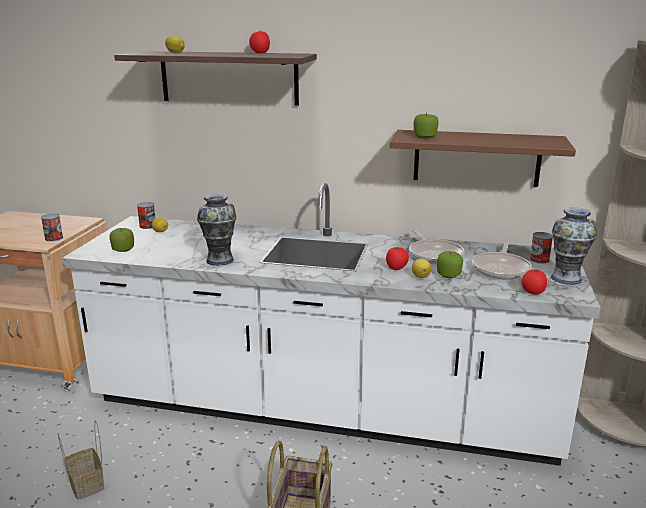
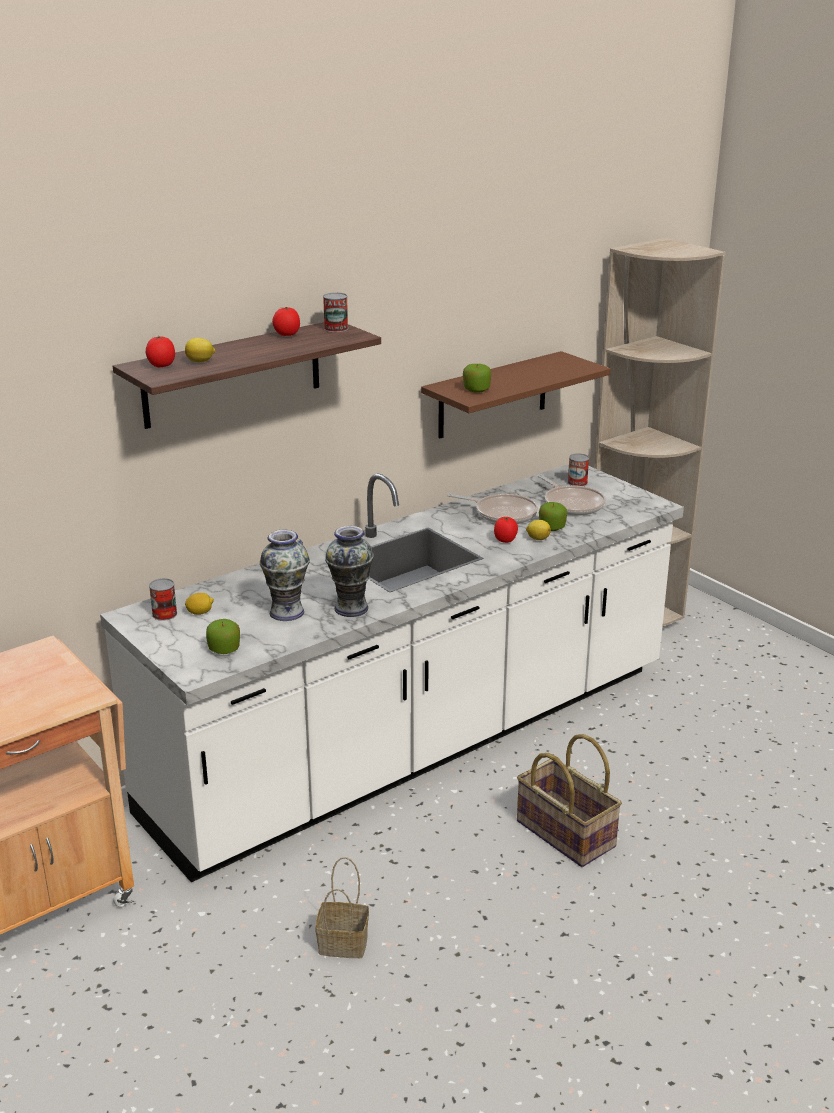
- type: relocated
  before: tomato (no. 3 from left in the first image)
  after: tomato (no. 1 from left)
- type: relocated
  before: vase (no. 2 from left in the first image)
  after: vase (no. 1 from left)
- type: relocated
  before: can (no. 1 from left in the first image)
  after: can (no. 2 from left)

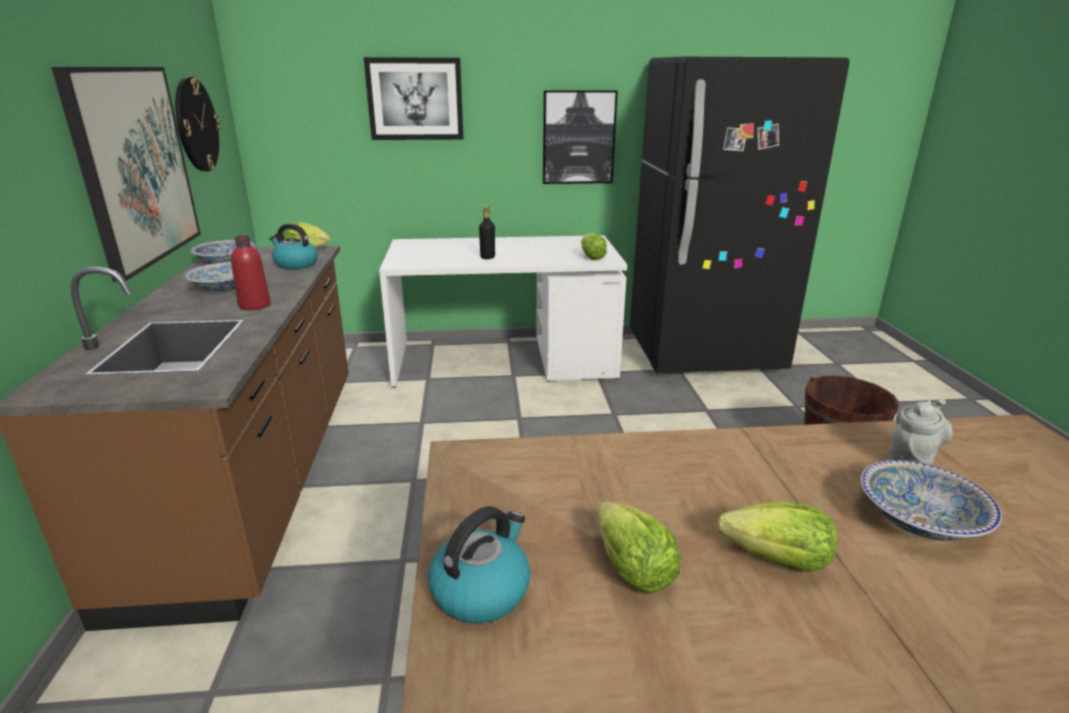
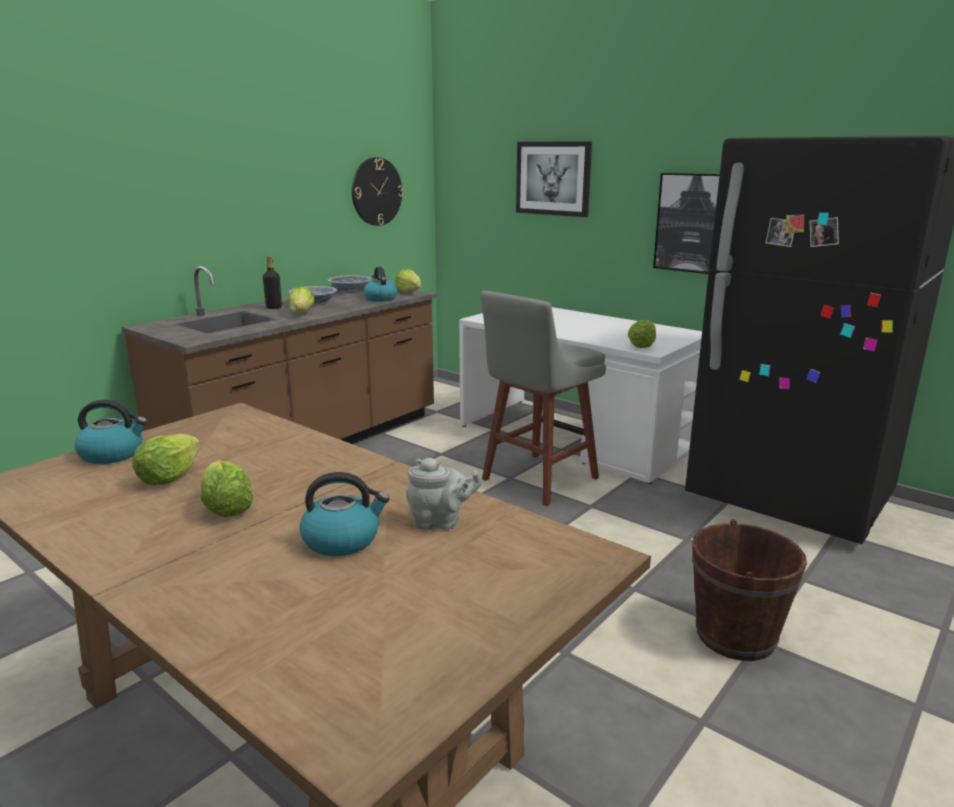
- type: relocated
  before: bottle (black)
- type: exchanged
  before: bottle (red)
  after: lettuce (no. 3 from left)
- type: exchanged
  before: bowl (no. 3 from left)
  after: kettle (no. 2 from left)
- type: appeared
  after: stool (grey)
- type: missing
  before: picture (no. 1 from left)

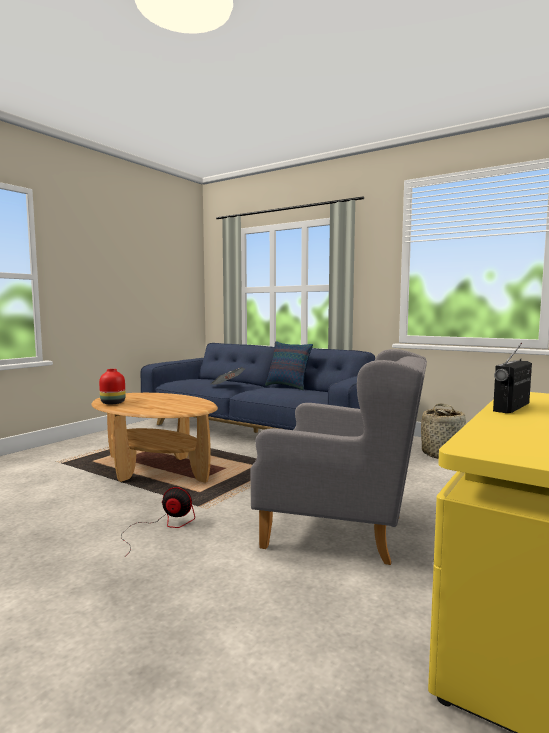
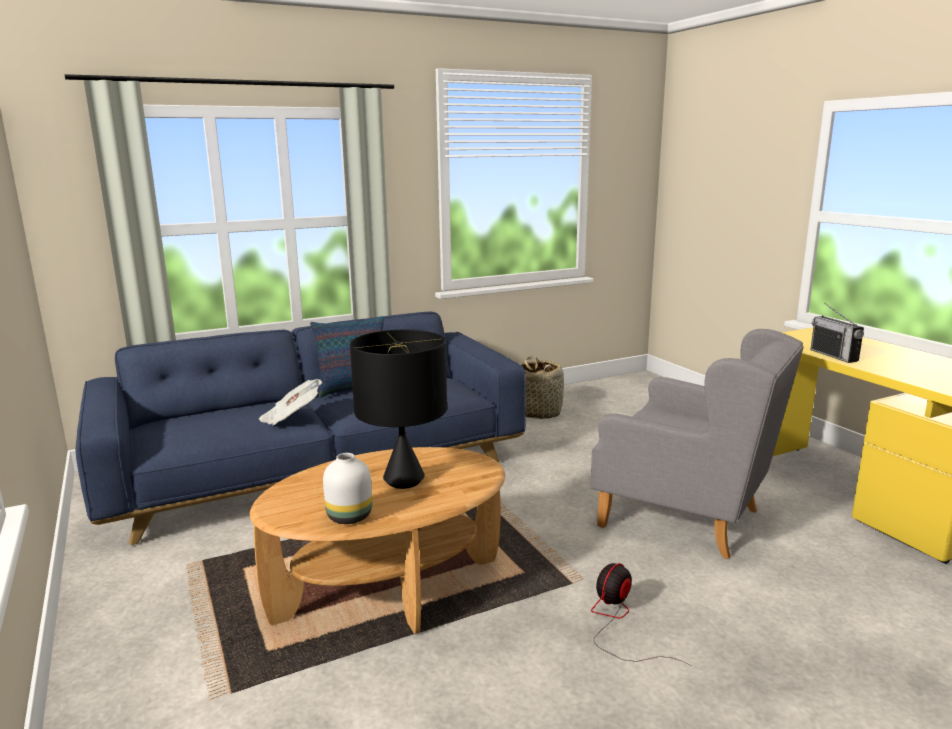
- type: colour
  before: vase (red)
  after: vase (white)
- type: appeared
  after: table lamp (black)
- type: spun
  before: armchair (grey)
  turn: 75

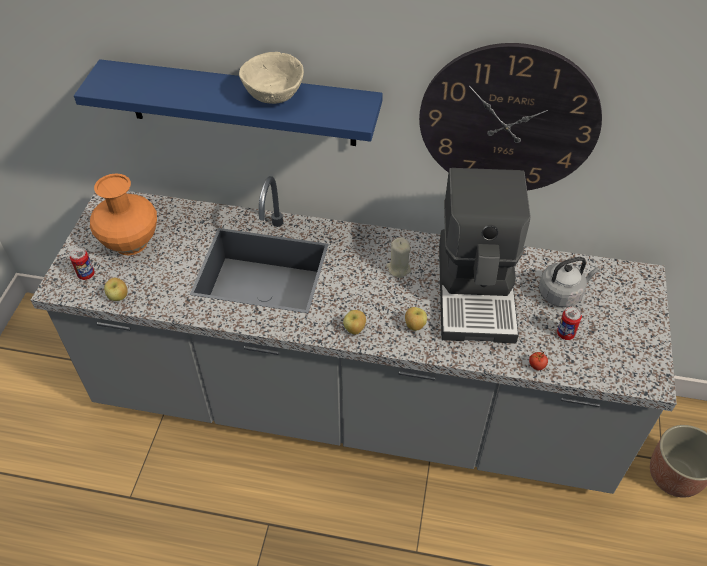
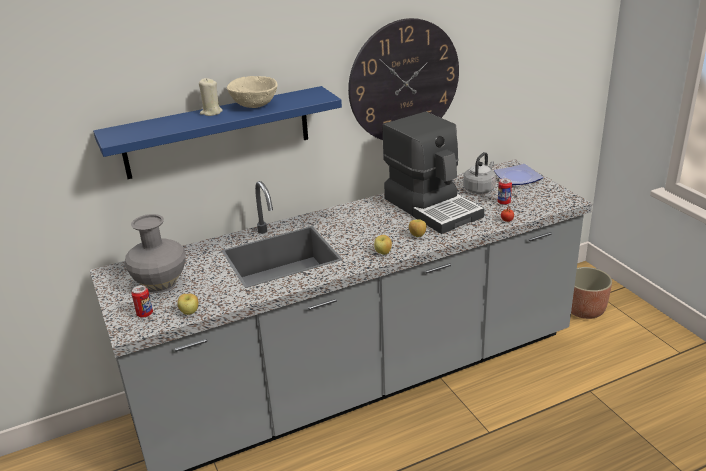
- type: colour
  before: vase (orange)
  after: vase (grey)
- type: relocated
  before: candle (beige)
- type: appeared
  after: plate

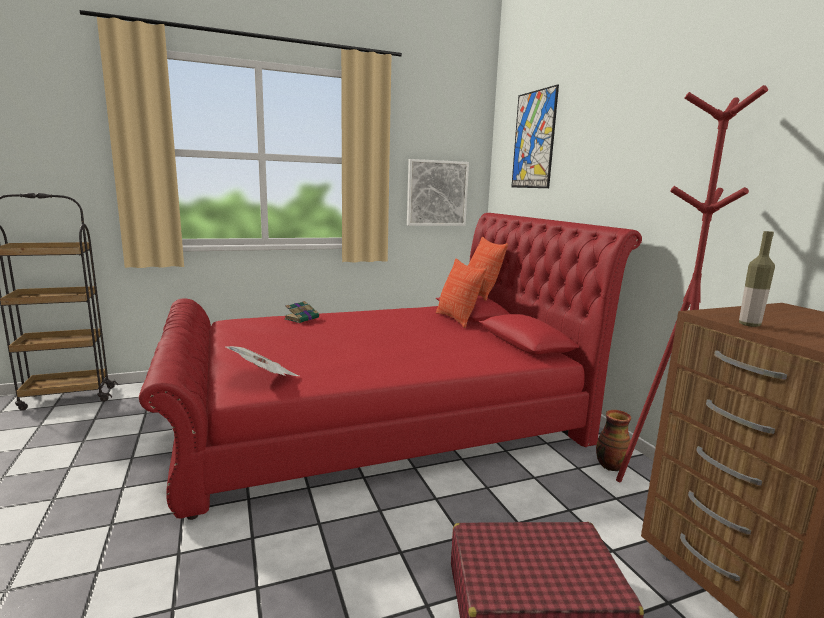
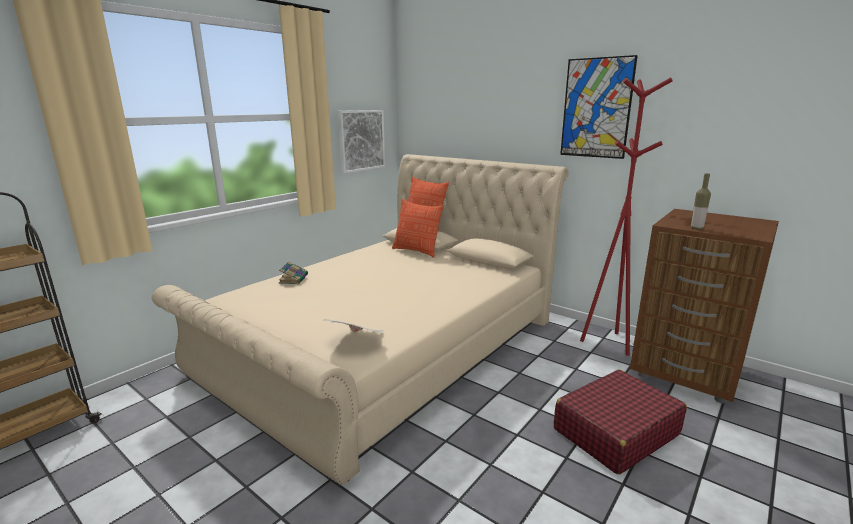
- type: colour
  before: bed (red)
  after: bed (beige)
- type: relocated
  before: picture (no. 2 from left)
- type: missing
  before: vase

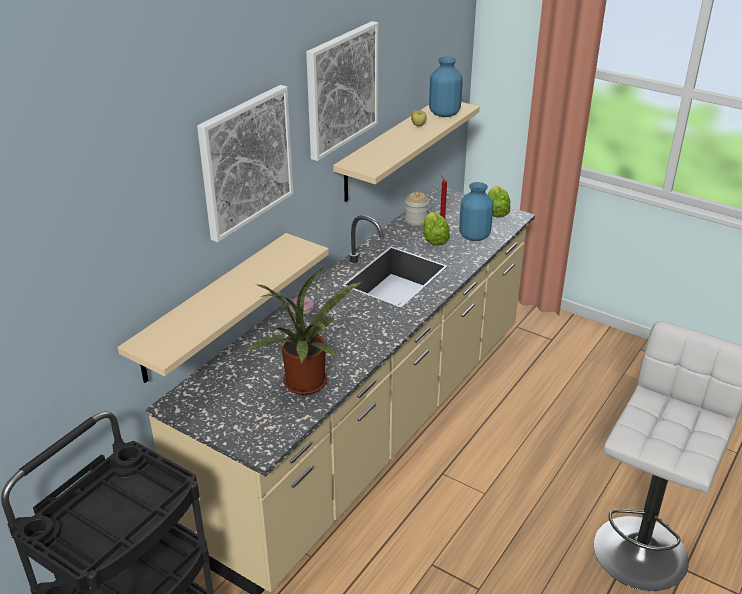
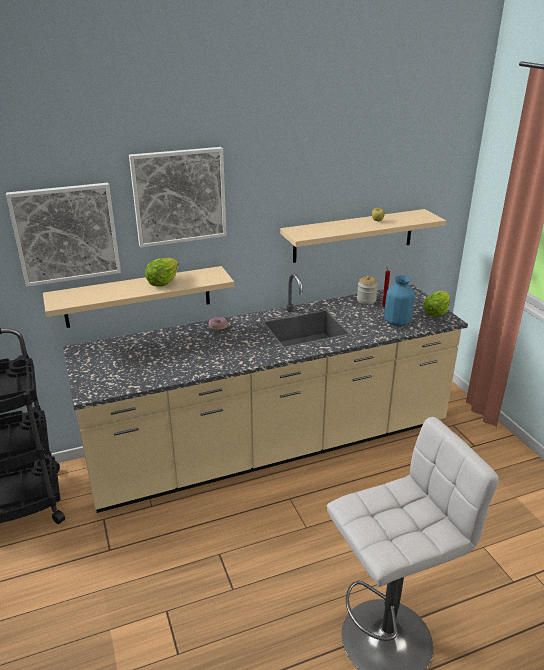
- type: relocated
  before: picture (no. 2 from left in the first image)
  after: picture (no. 1 from left)
- type: relocated
  before: lettuce (no. 1 from left)
- type: missing
  before: potted plant
- type: missing
  before: vase (blue) (no. 1 from left)

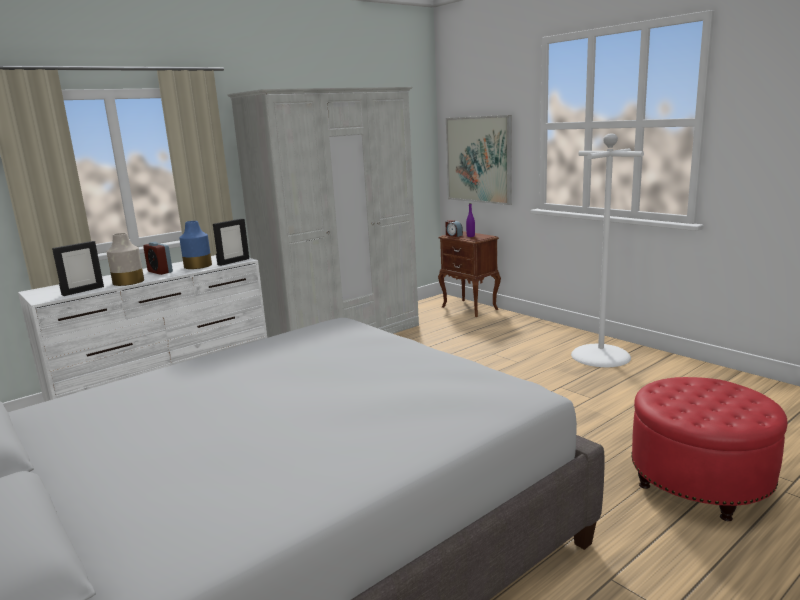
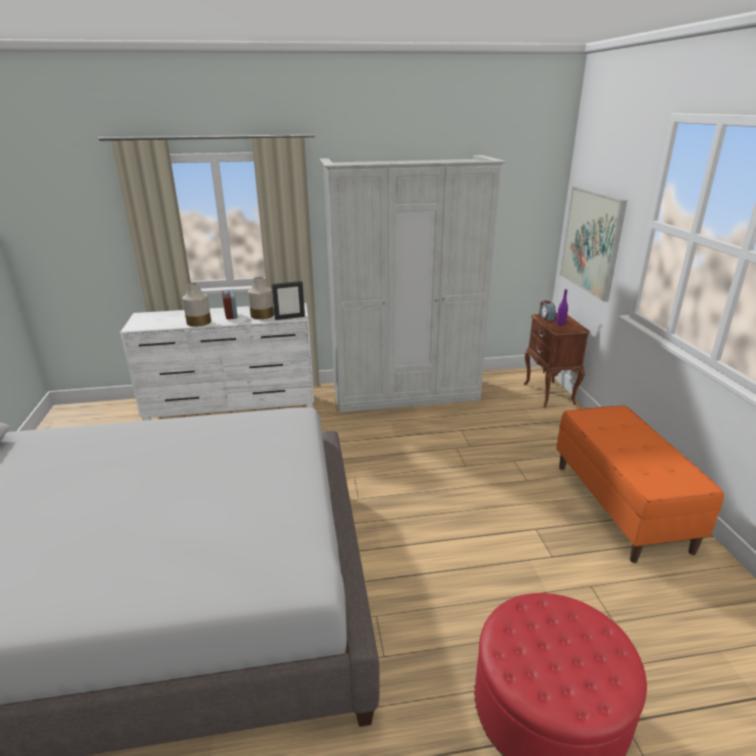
- type: colour
  before: vase (blue)
  after: vase (beige) (no. 2 from left)
- type: exchanged
  before: clothes rack (white)
  after: bench (orange)
- type: missing
  before: picture frame (no. 1 from left)

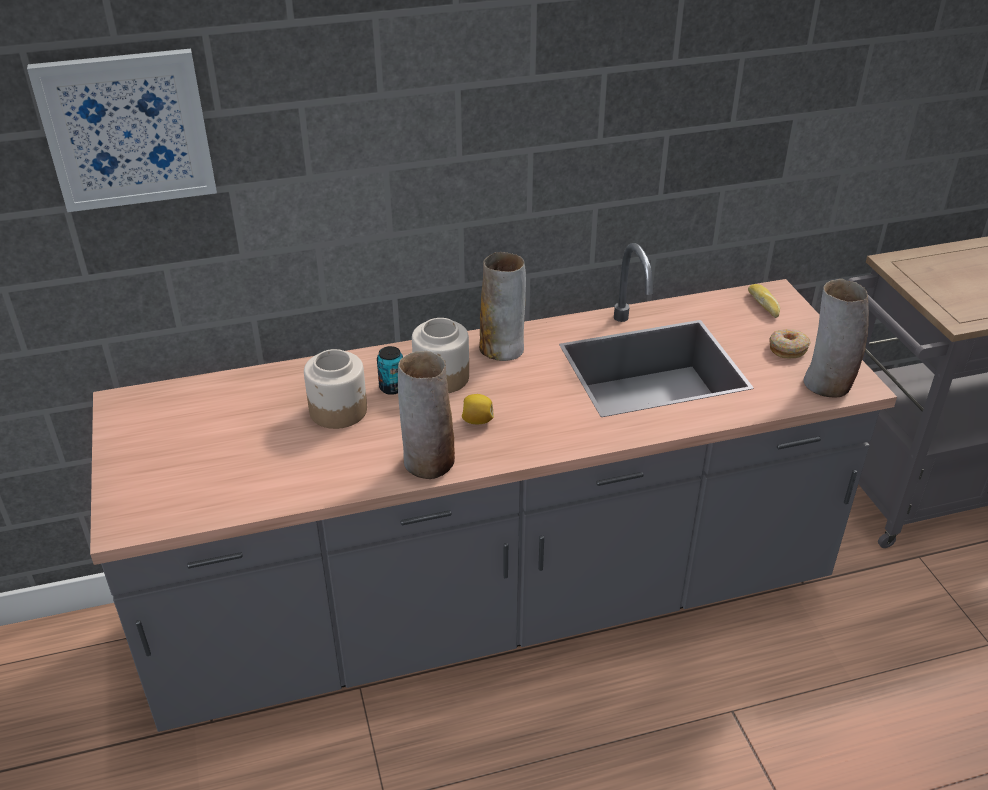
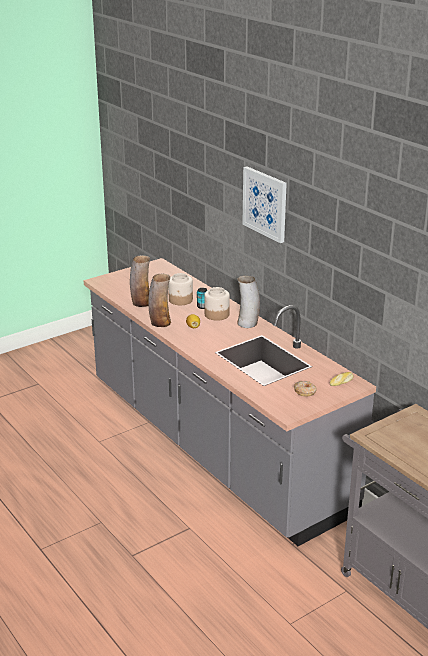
- type: relocated
  before: vase (no. 3 from left in the first image)
  after: vase (no. 1 from left)
- type: relocated
  before: picture

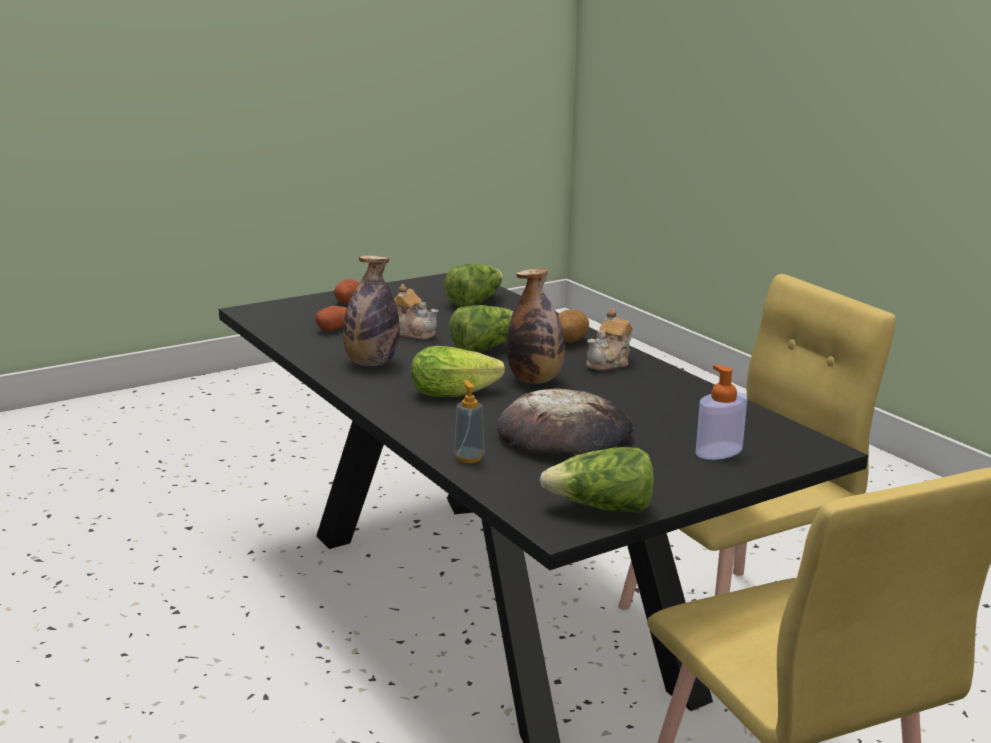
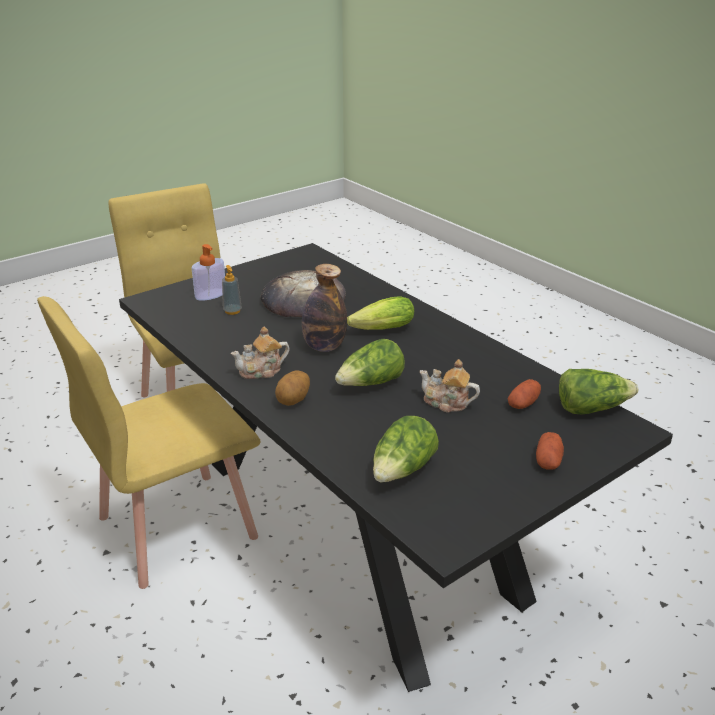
- type: relocated
  before: soap dispenser (no. 1 from left in the first image)
  after: soap dispenser (no. 2 from left)
- type: spun
  before: teapot (no. 2 from left in the first image)
  turn: -150
- type: relocated
  before: lettuce (no. 4 from left)
- type: missing
  before: bottle (no. 1 from left)

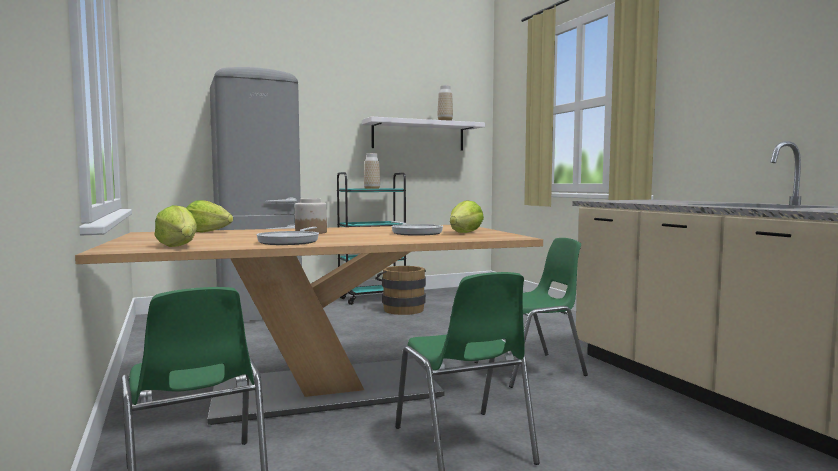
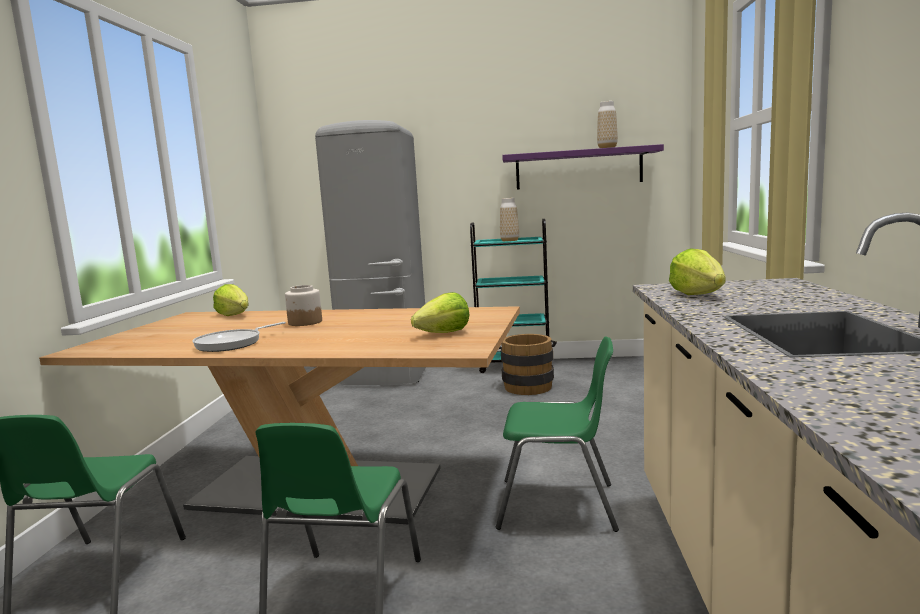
- type: colour
  before: shelf (white)
  after: shelf (purple)
- type: relocated
  before: lettuce (no. 1 from left in the first image)
  after: lettuce (no. 3 from left)
- type: missing
  before: frying pan (no. 2 from left)

